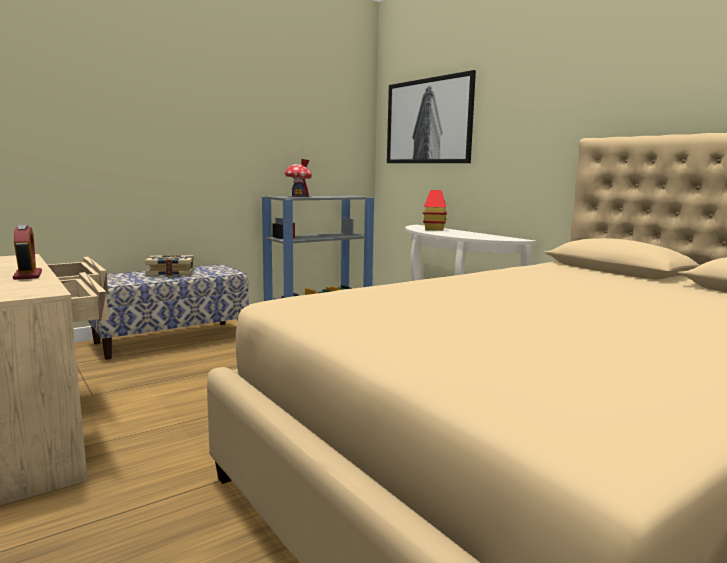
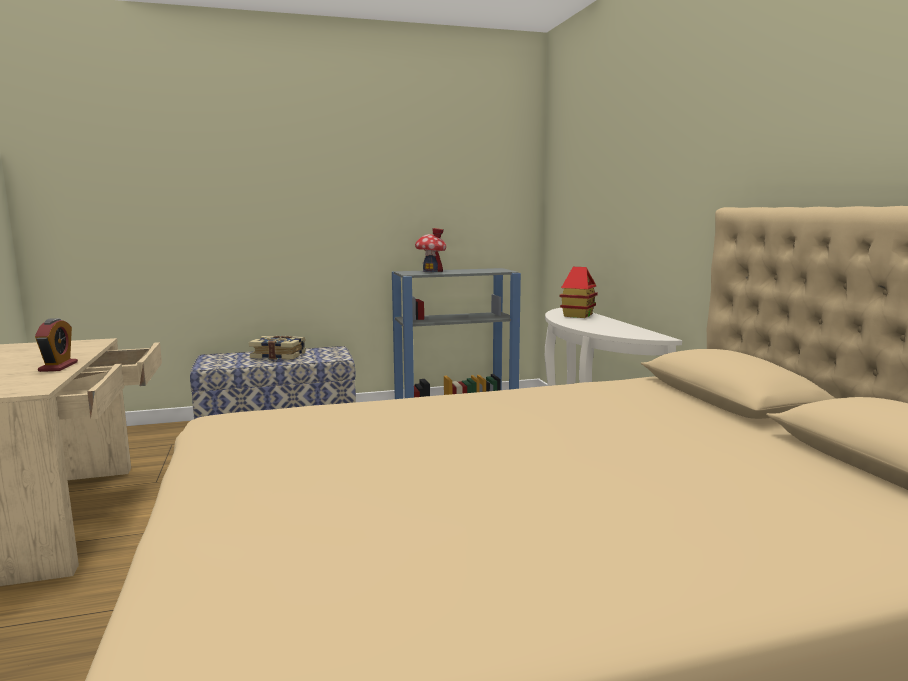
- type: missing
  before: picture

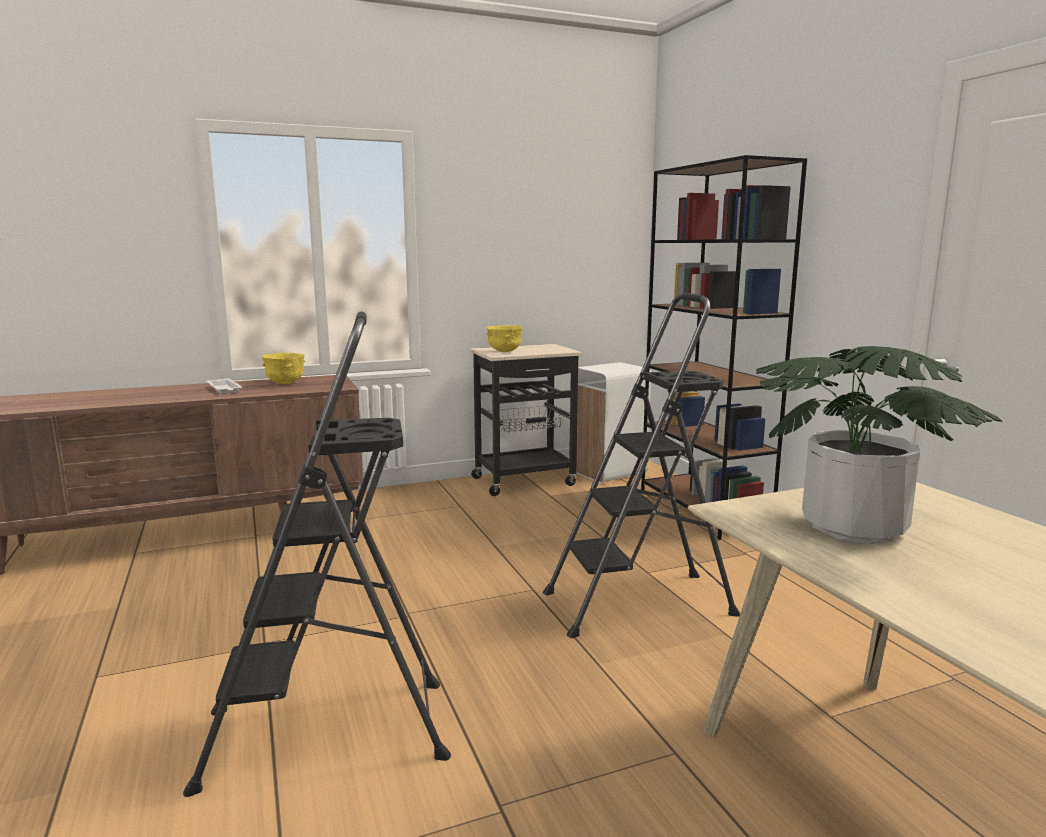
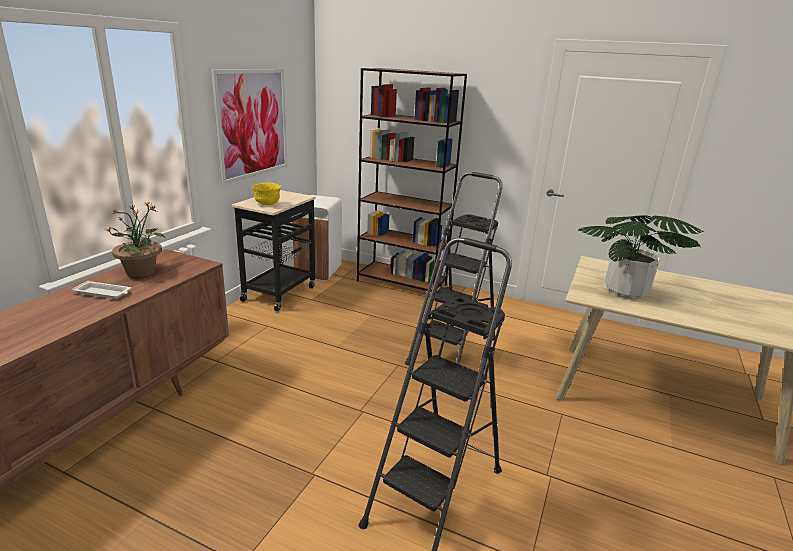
- type: exchanged
  before: bowl (yellow) (no. 1 from left)
  after: potted plant (no. 1 from left)
- type: appeared
  after: picture

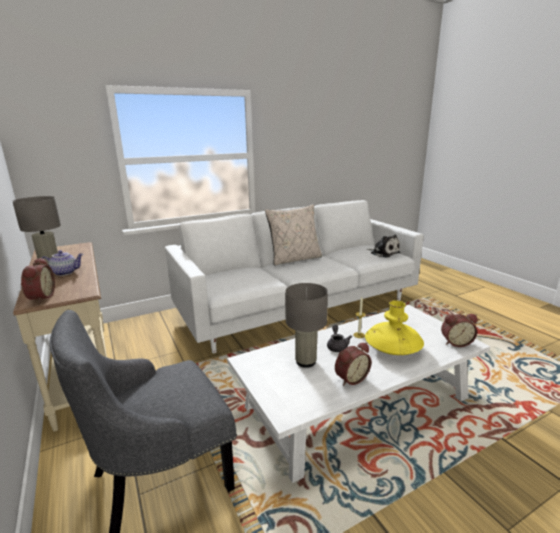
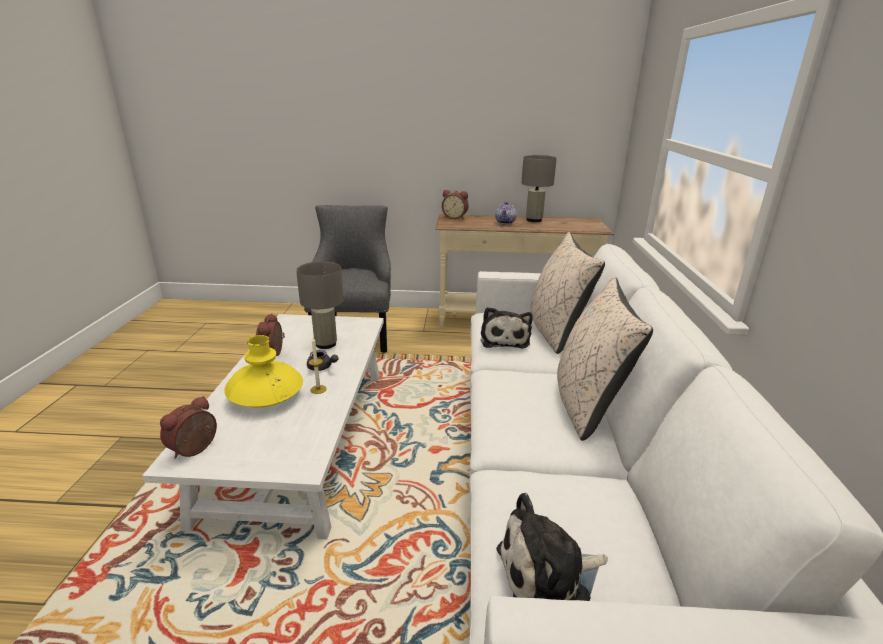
- type: appeared
  after: plush toy (no. 1 from left)
- type: appeared
  after: pillow (beige) (no. 1 from left)

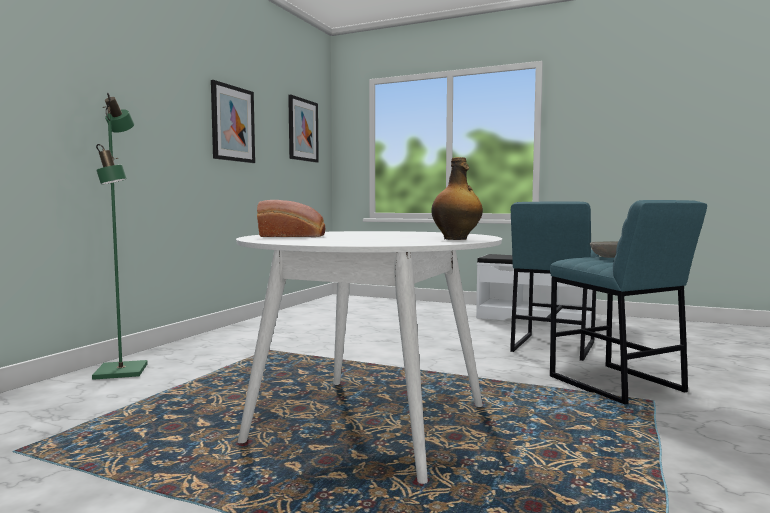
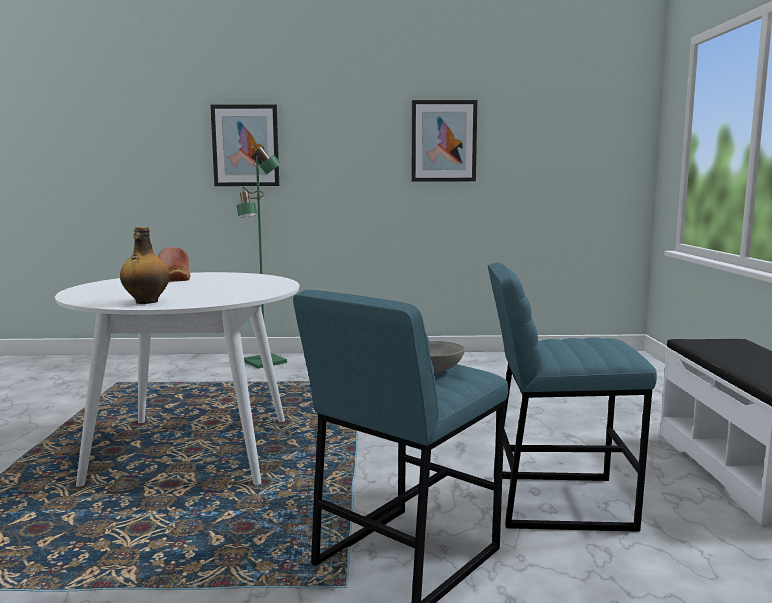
- type: relocated
  before: picture (no. 2 from left in the first image)
  after: picture (no. 1 from left)

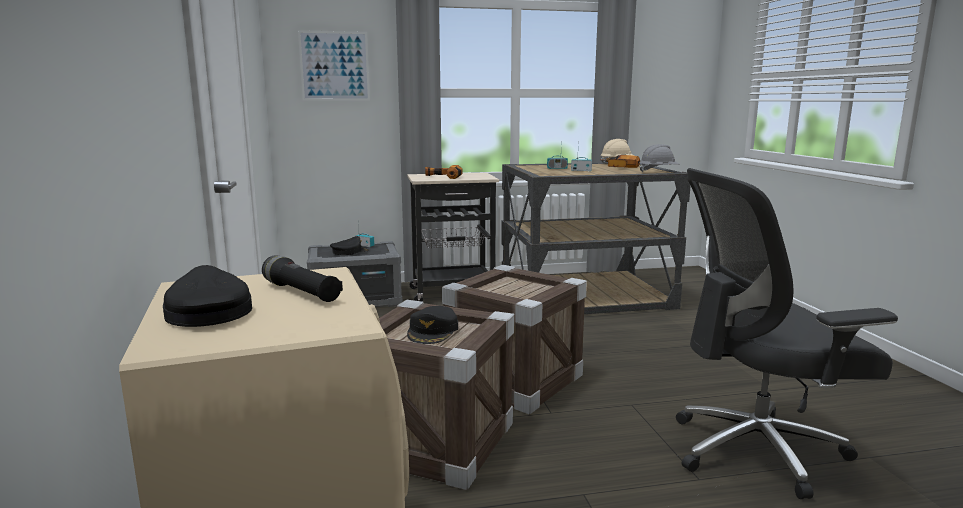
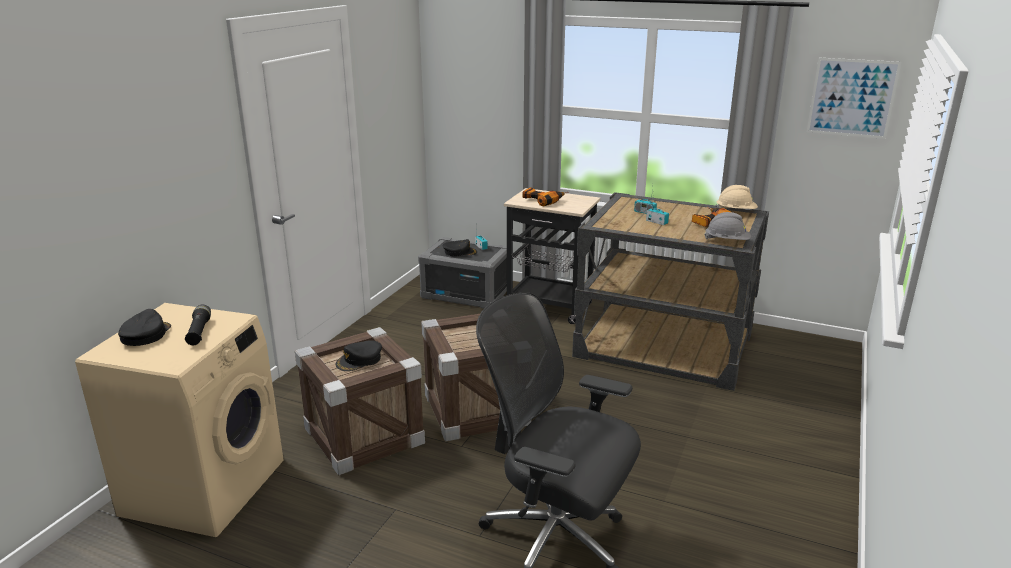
- type: relocated
  before: picture

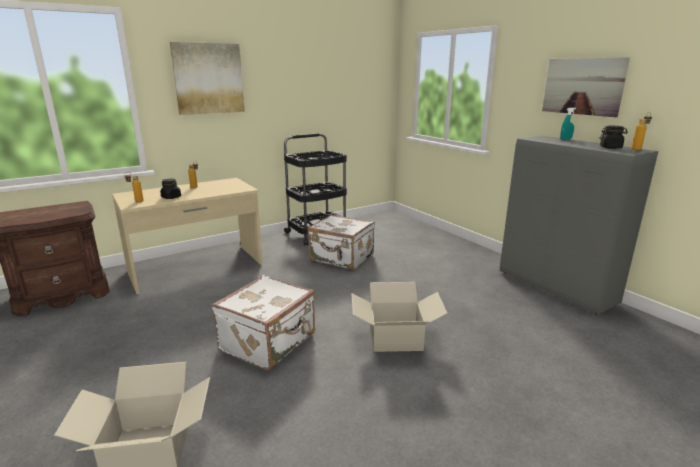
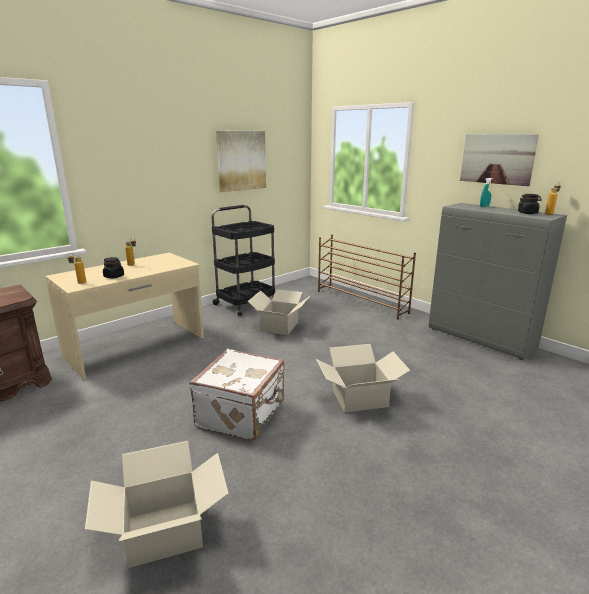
- type: relocated
  before: picture (no. 1 from left)
- type: exchanged
  before: suitcase (white) (no. 2 from left)
  after: cardboard box (no. 2 from left)
- type: appeared
  after: shoe rack (brown)

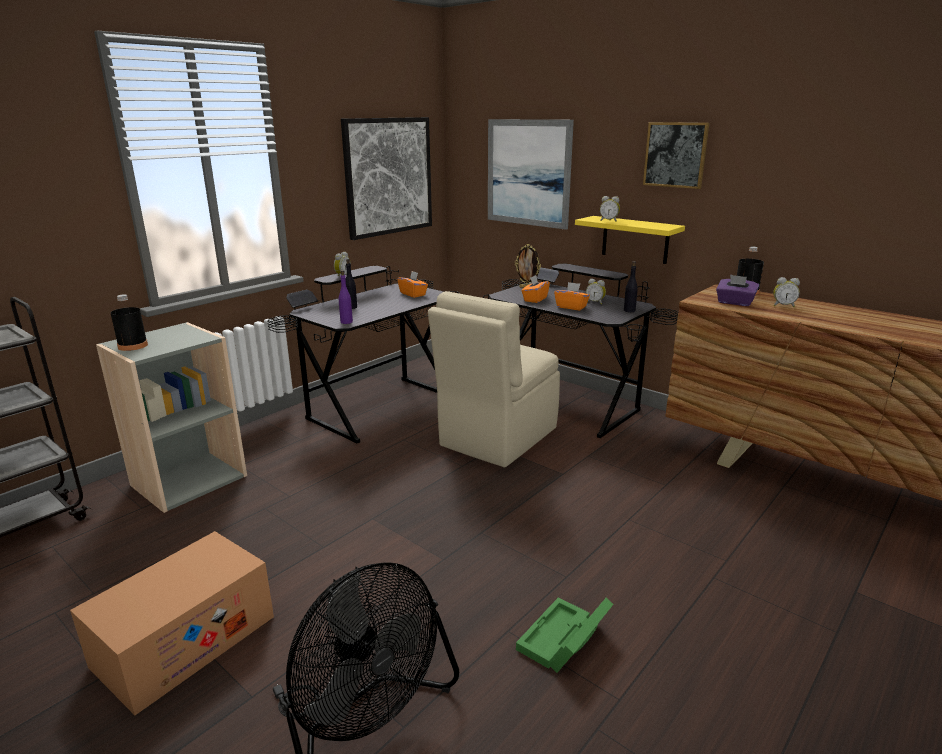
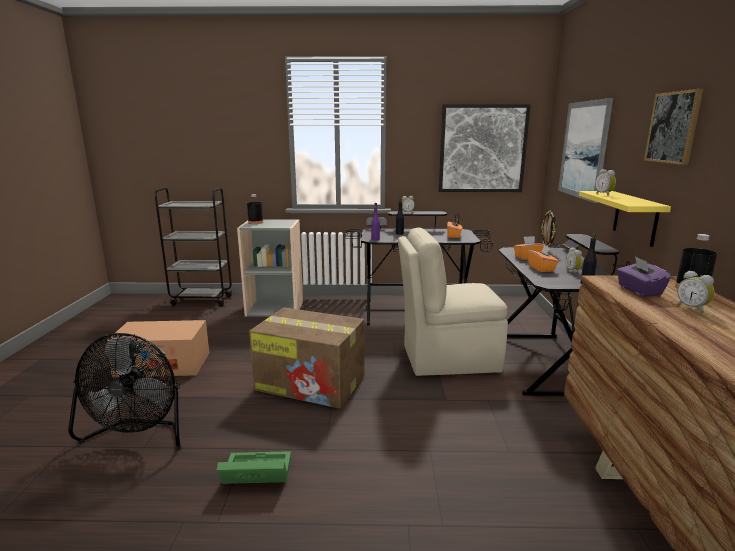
- type: appeared
  after: cardboard box (no. 2 from left)

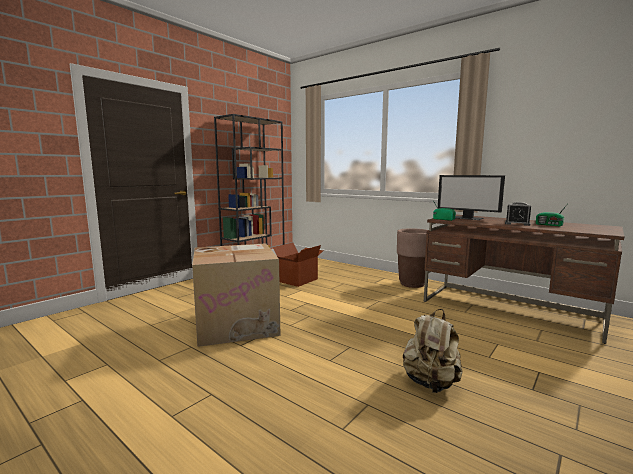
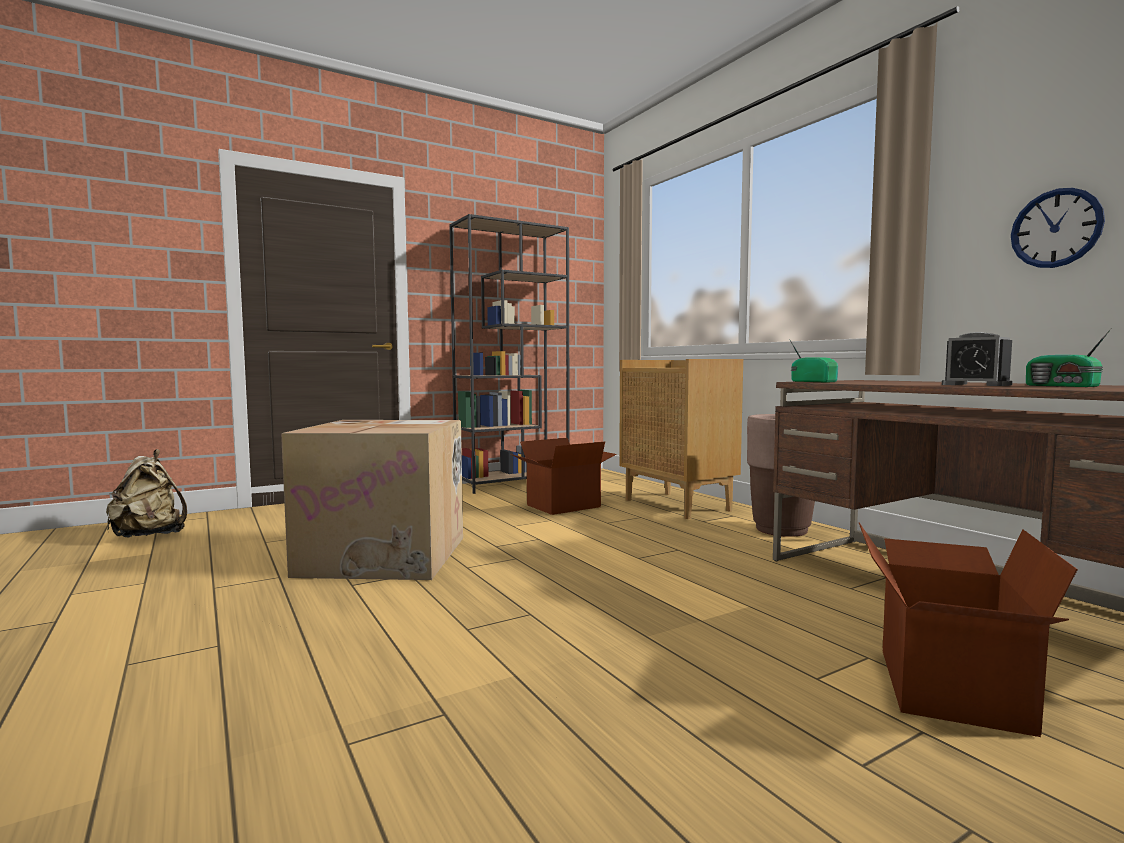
- type: relocated
  before: backpack (beige)
- type: appeared
  after: cabinet (brown)
- type: appeared
  after: cardboard box (no. 3 from left)
- type: appeared
  after: wall clock
- type: missing
  before: monitor

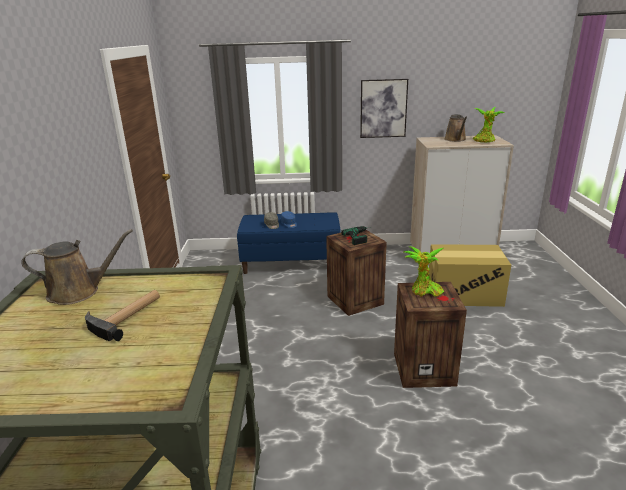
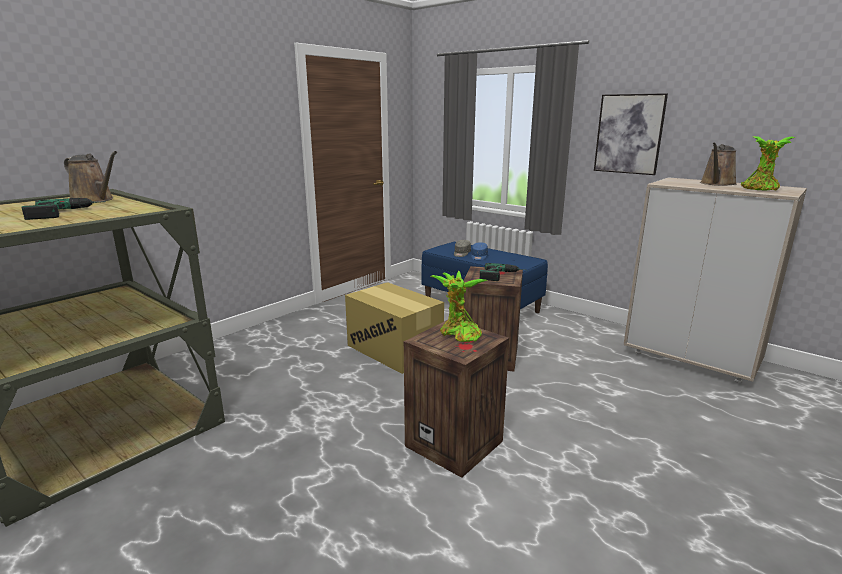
- type: exchanged
  before: hammer
  after: power drill (no. 1 from left)
- type: relocated
  before: cardboard box

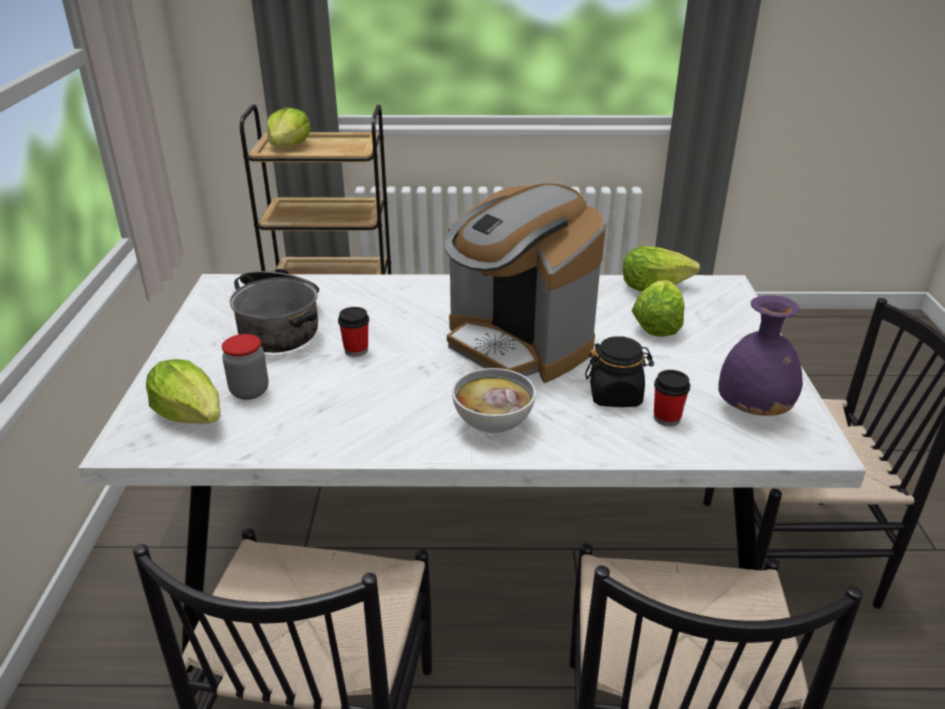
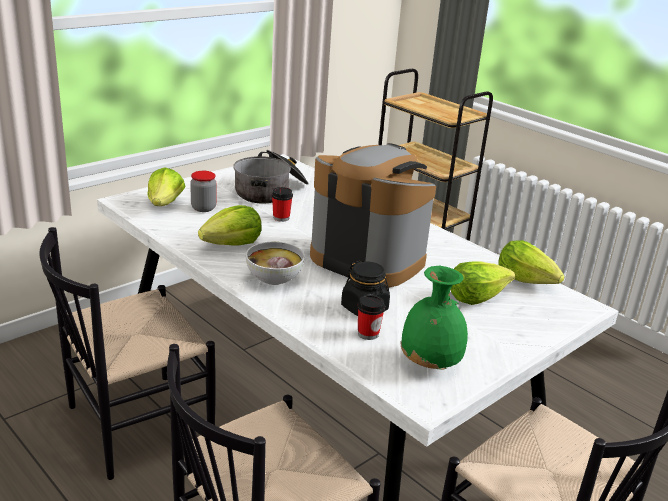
- type: relocated
  before: lettuce (no. 2 from left)
- type: spun
  before: coffee machine
  turn: 120
- type: colour
  before: vase (purple)
  after: vase (green)

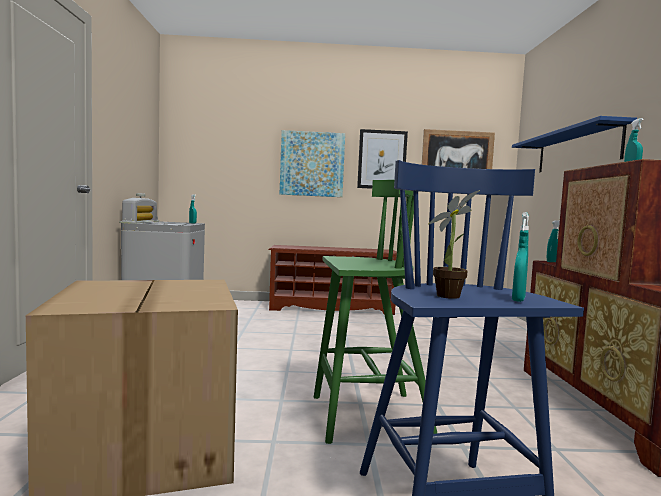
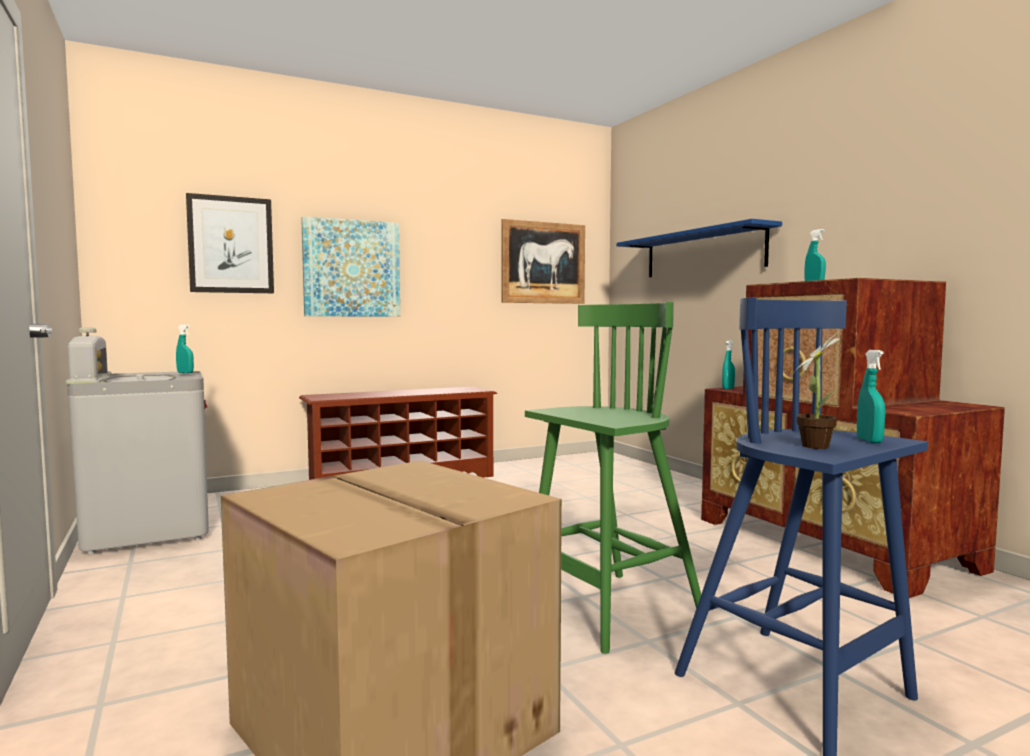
- type: relocated
  before: picture (no. 2 from left in the first image)
  after: picture (no. 1 from left)

